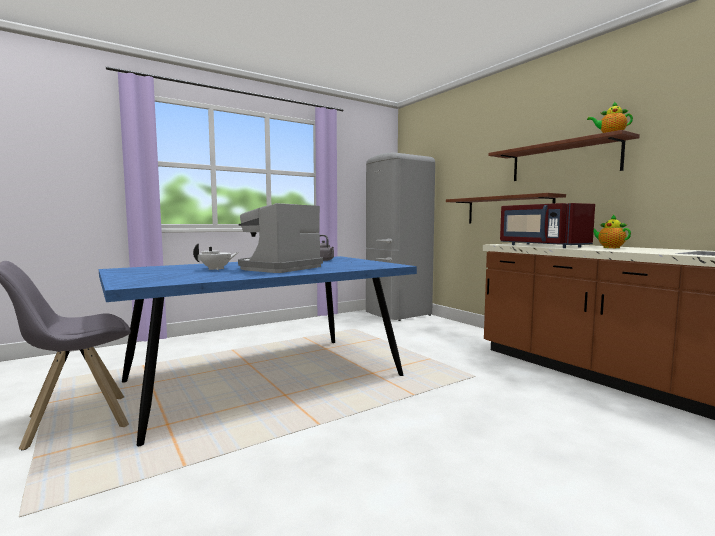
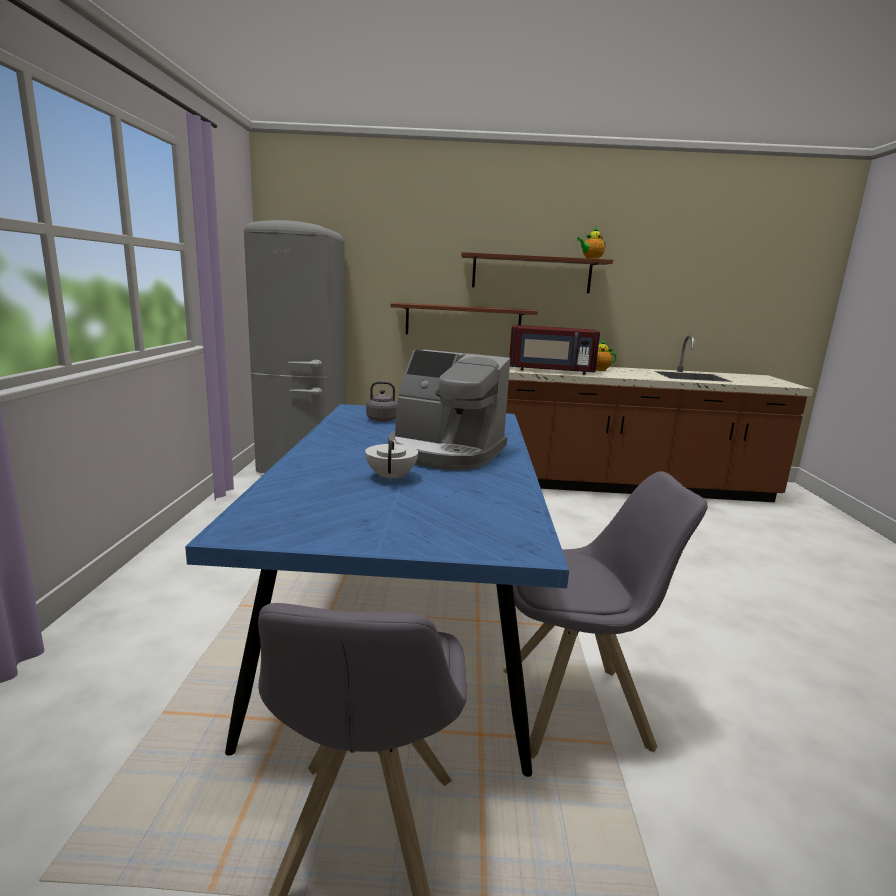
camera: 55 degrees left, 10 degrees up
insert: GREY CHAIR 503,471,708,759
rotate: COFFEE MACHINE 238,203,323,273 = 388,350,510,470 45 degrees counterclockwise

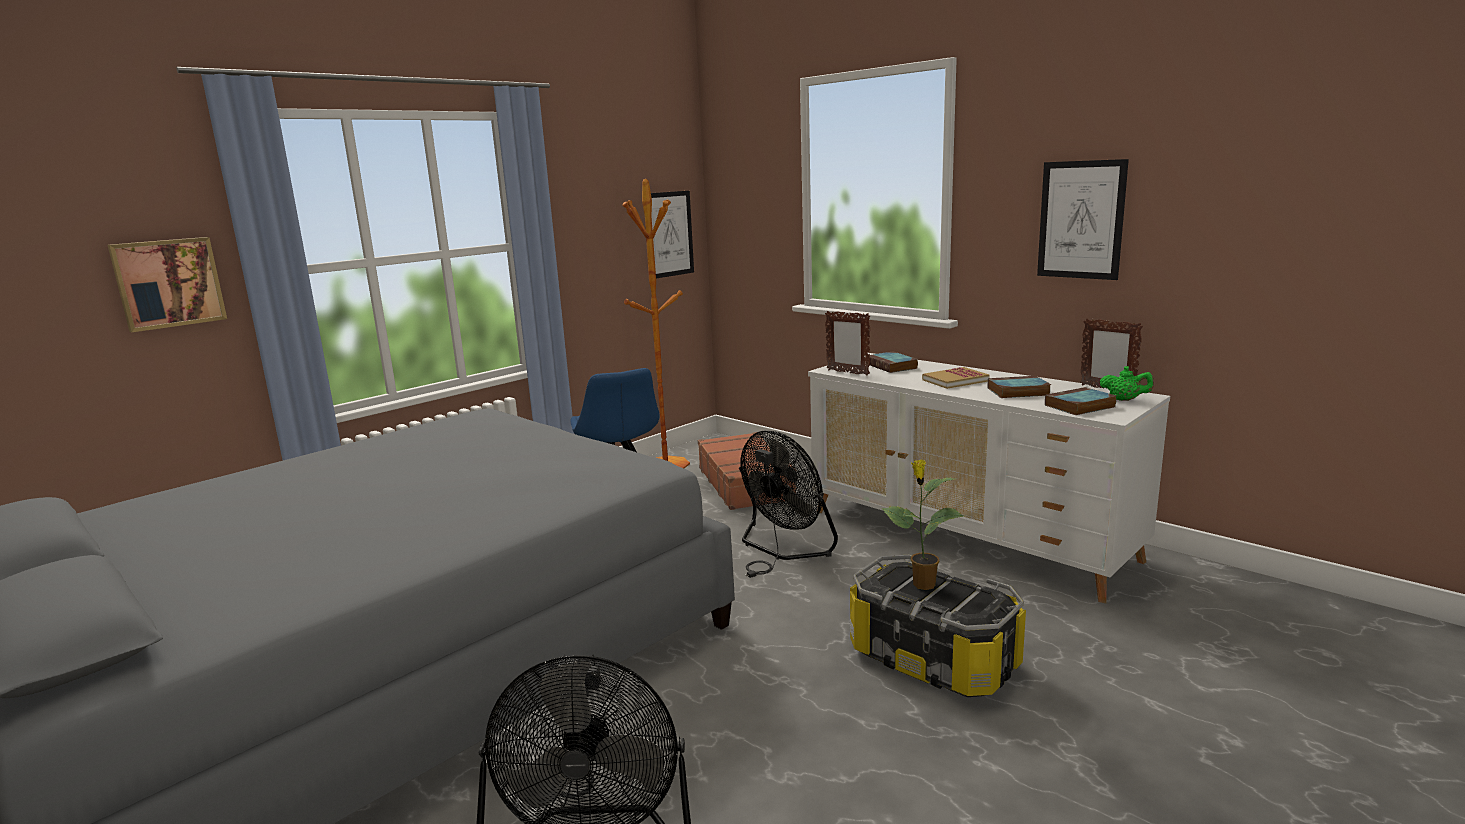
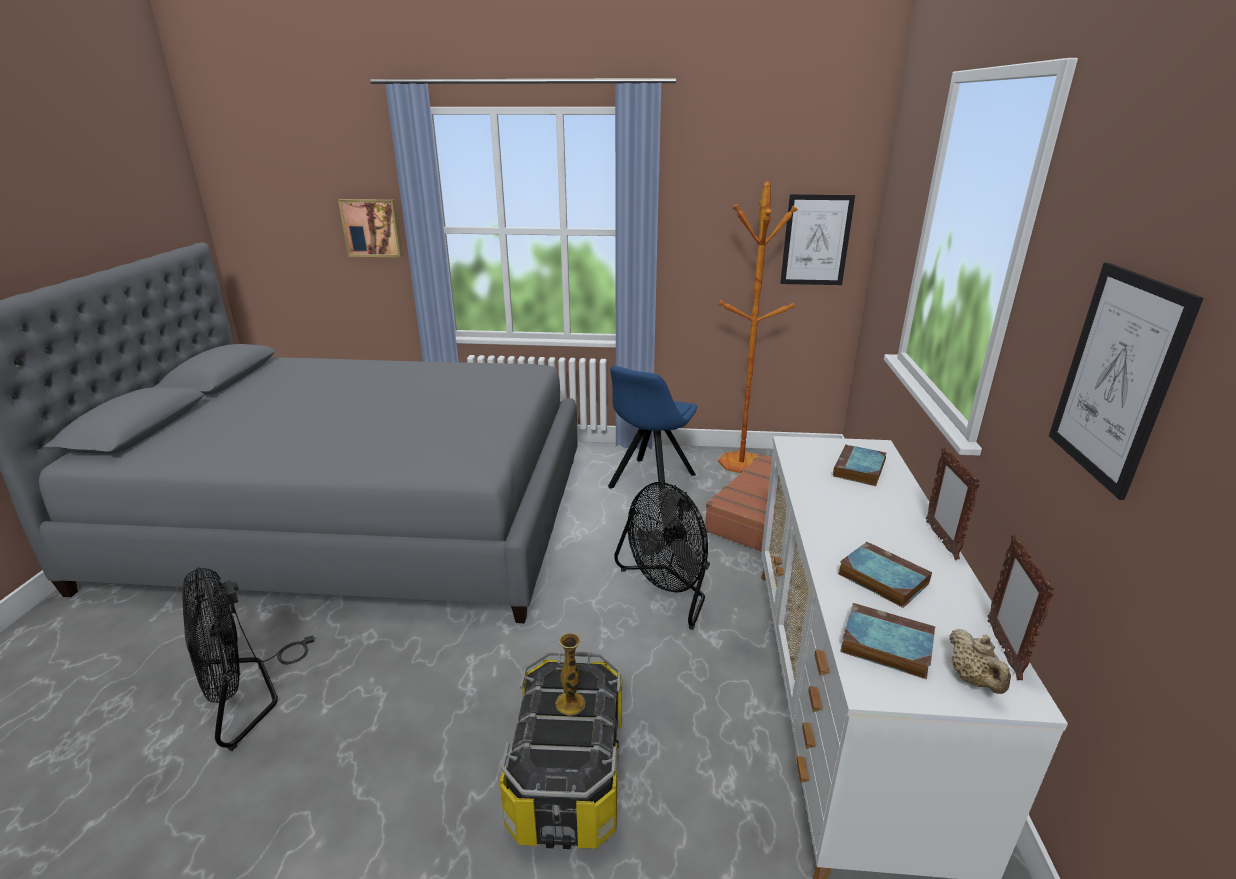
camera: 50 degrees right, 10 degrees up
delete: BOOK 922,367,990,389
move: PICTURE FRAME 825,311,870,376 to 926,447,980,560
replace: POTTED PLANT 882,460,964,590 to VASE 555,633,585,716
recolor: GREEN TEAPOT 1100,366,1154,401 to BEIGE TEAPOT 949,629,1011,694
rotate: BLACK FAN 739,431,838,578 = 614,482,710,630 135 degrees clockwise

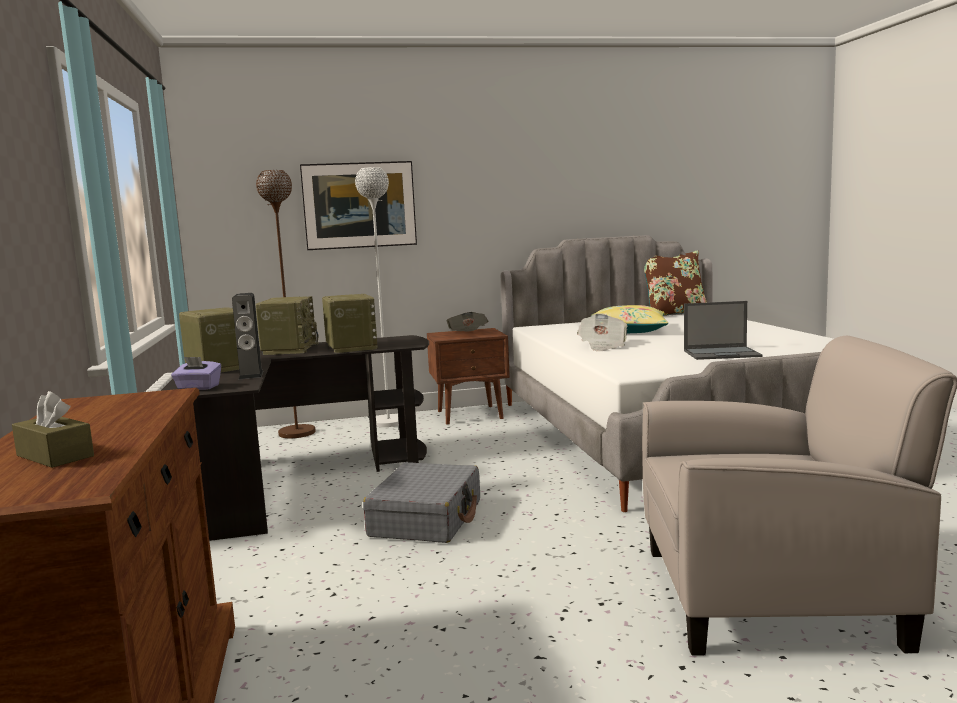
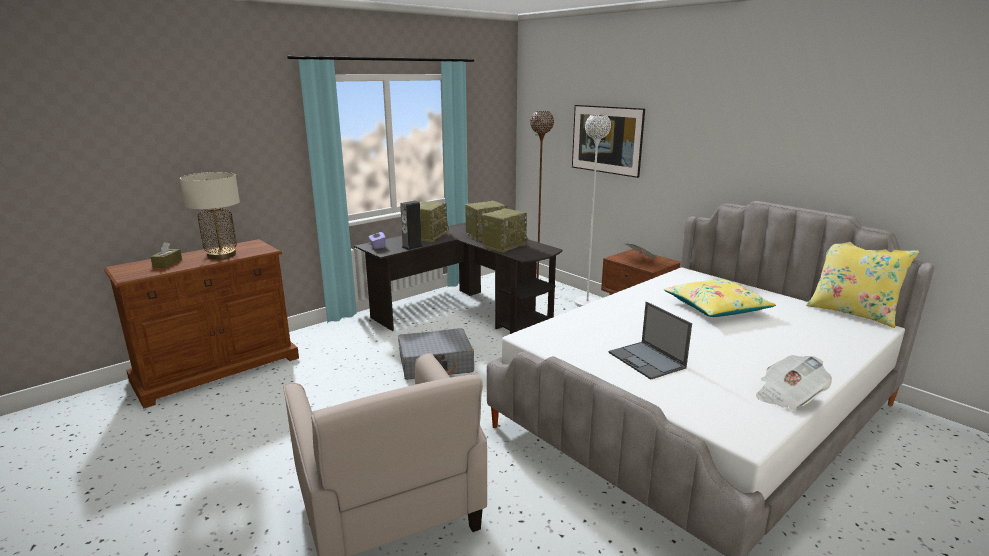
camera: 60 degrees right, 10 degrees up
insert: TABLE LAMP 180,172,240,259
move: NEWSPAPER 577,313,628,351 to 756,355,832,410
recolor: BROWN PILLOW 644,250,707,315 to YELLOW PILLOW 806,242,920,328

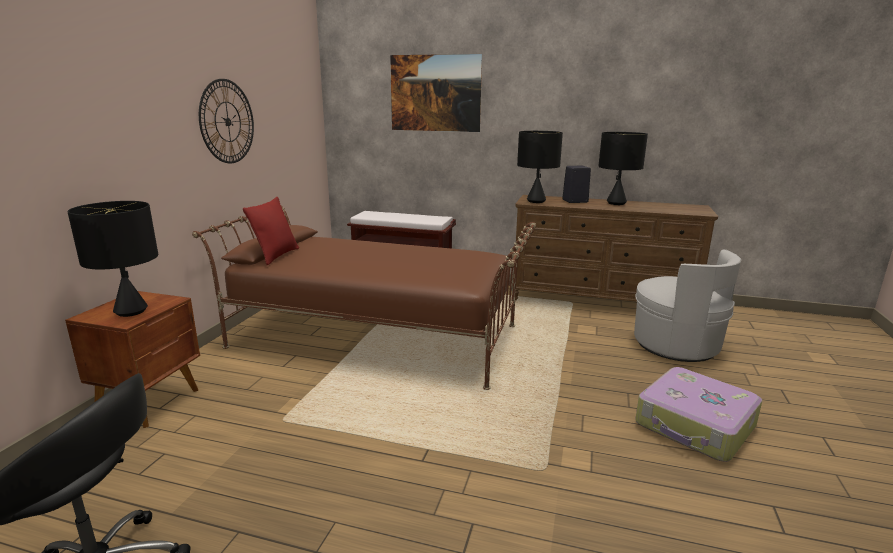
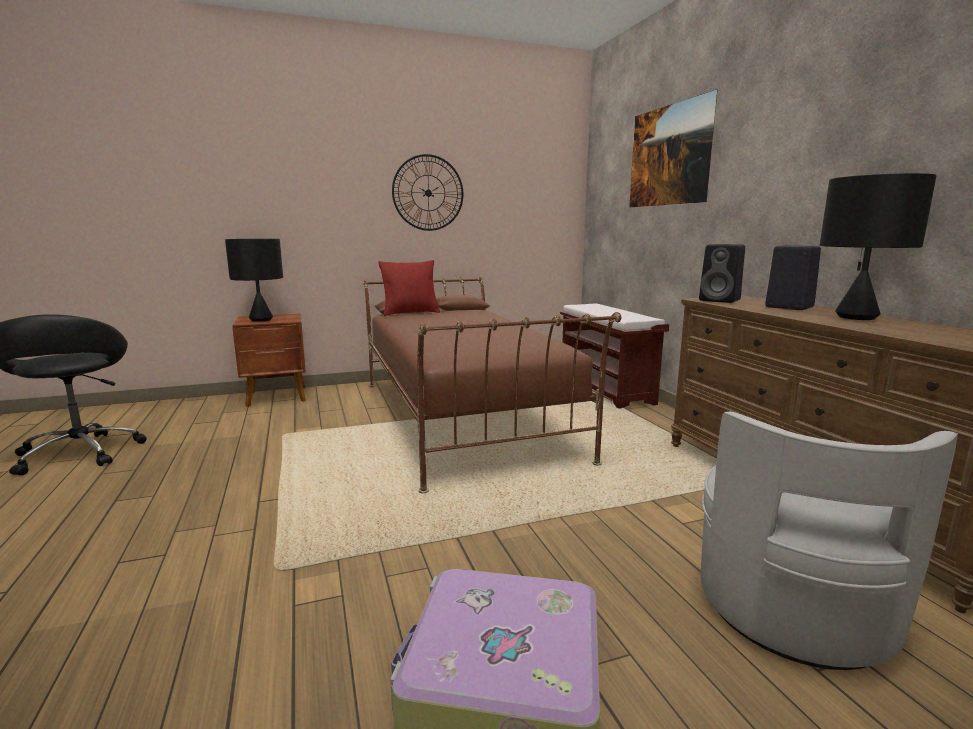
camera: 55 degrees right, 5 degrees down
replace: BLACK TABLE LAMP 517,131,563,203 to BLACK SPEAKER 699,244,745,303

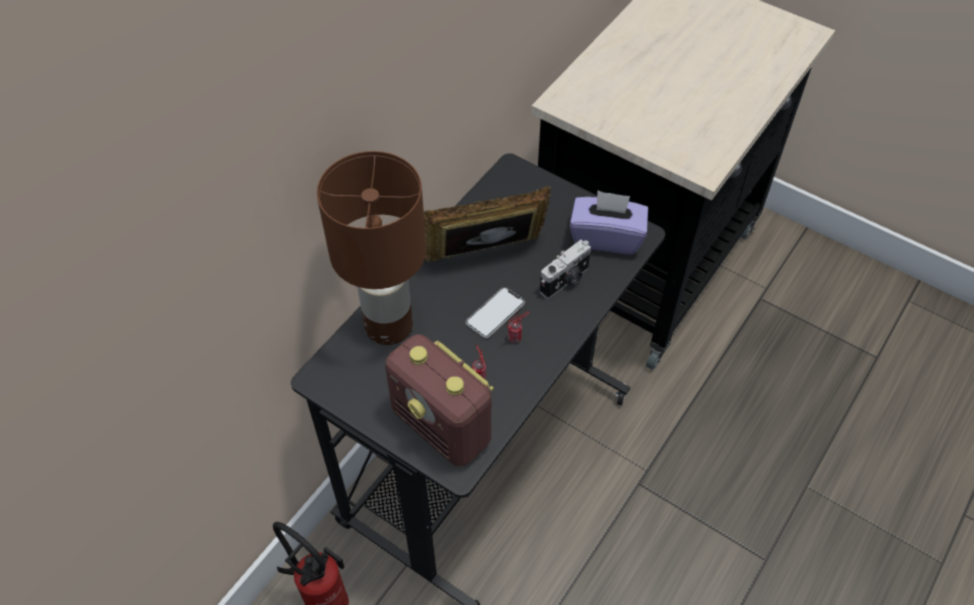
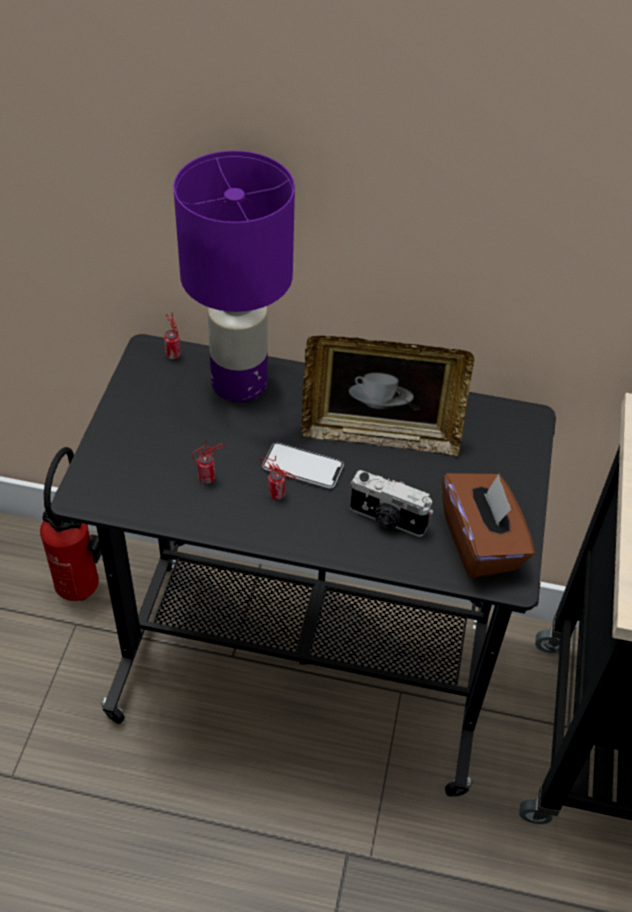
camera: 65 degrees right, 5 degrees down
delete: RADIO 385,335,494,467
insert: CAN 164,314,181,359
recolor: BROWN TABLE LAMP 317,151,426,345 to PURPLE TABLE LAMP 173,151,295,402; PURPLE TISSUE BOX 570,190,648,255 to BROWN TISSUE BOX 442,473,535,578
rotate: PICTURE FRAME 424,186,551,261 = 301,336,474,456 135 degrees clockwise

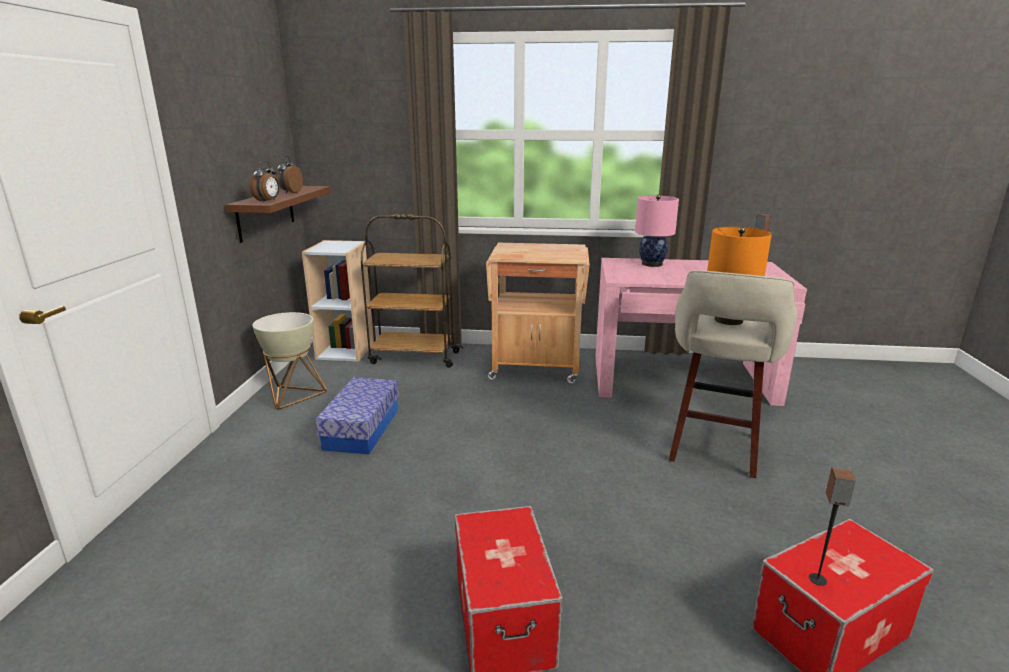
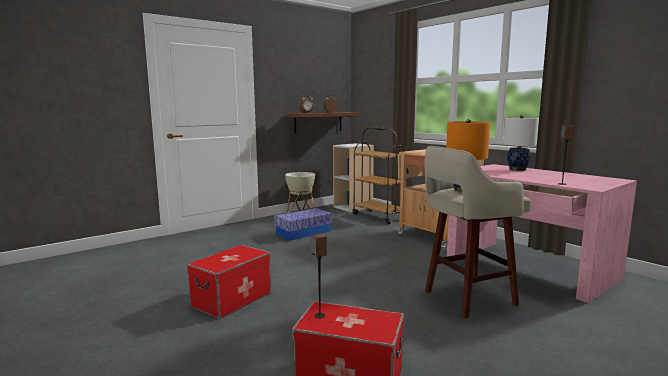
camera: 45 degrees right, 10 degrees down
recolor: PINK TABLE LAMP 635,195,679,267 to WHITE TABLE LAMP 503,115,539,171

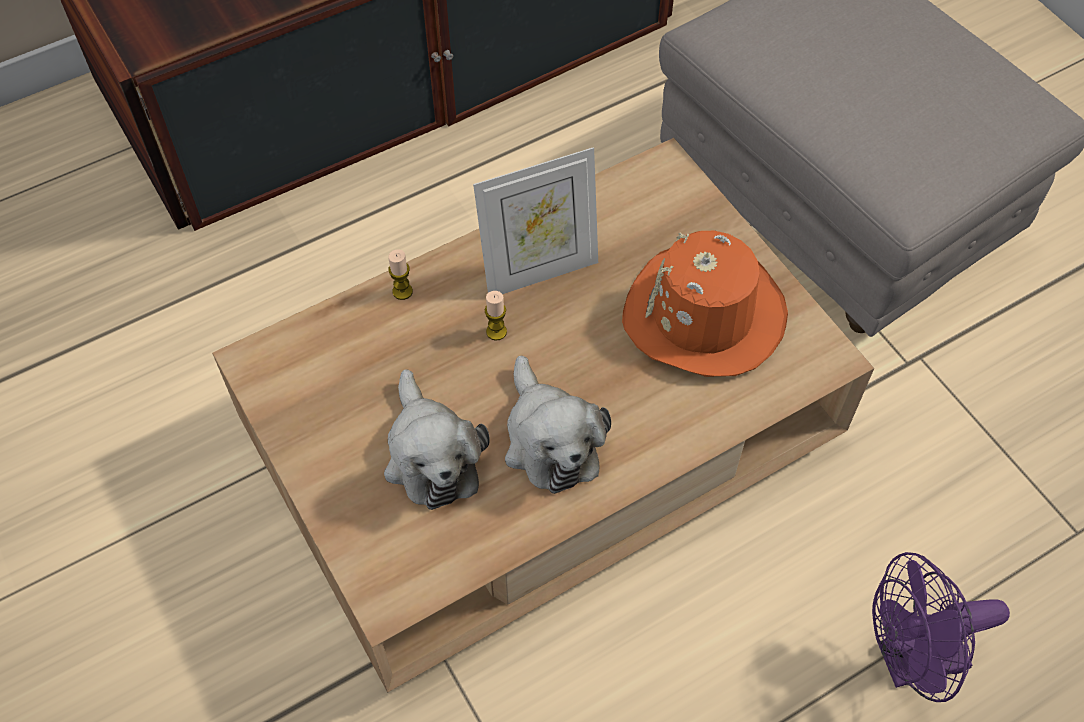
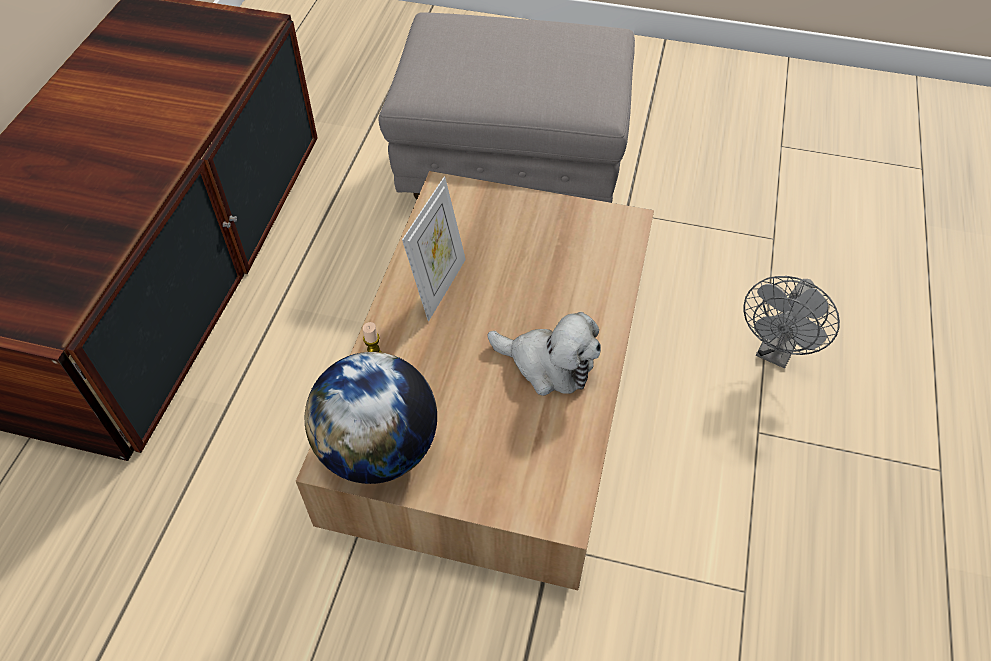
camera: 45 degrees left, 5 degrees down
delete: PLUSH TOY 384,369,490,510; CANDLE 485,291,507,341; ORANGE HAT 622,231,788,377
insert: GLOBE 305,352,437,484
recolor: PURPLE FAN 872,552,1010,702 to GREY FAN 744,276,840,368

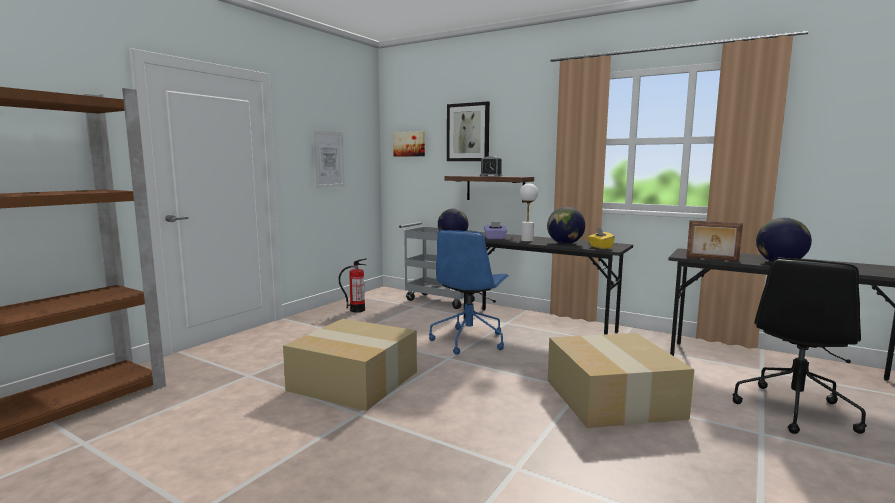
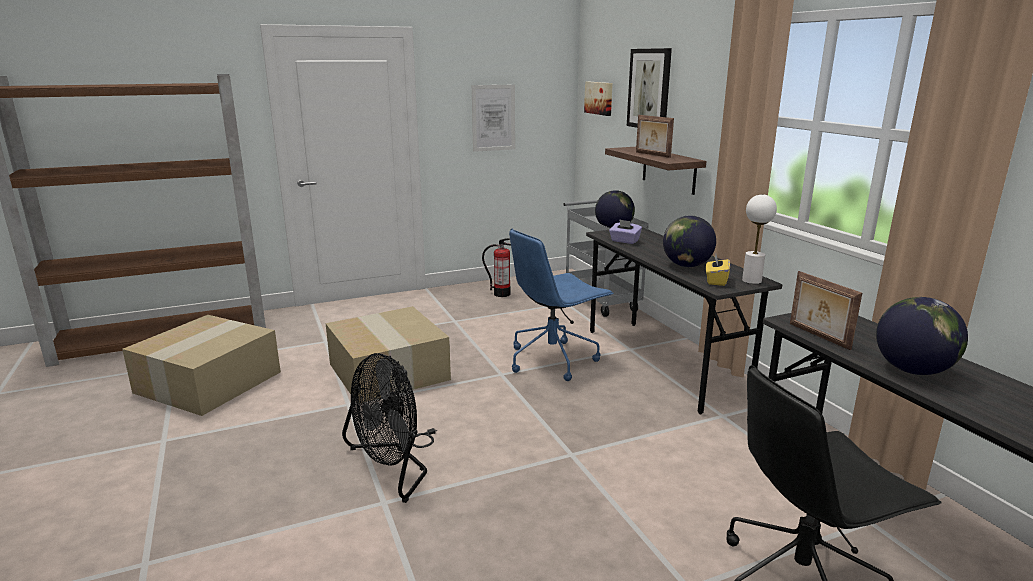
camera: 35 degrees right, 10 degrees up
insert: BLACK FAN 342,353,437,503
move: WHITE TABLE LAMP 519,183,538,242 to 742,194,777,284; CARDBOARD BOX 548,333,694,428 to 122,315,281,416
replace: ALARM CLOCK 480,156,502,177 to PICTURE FRAME 636,115,674,158

